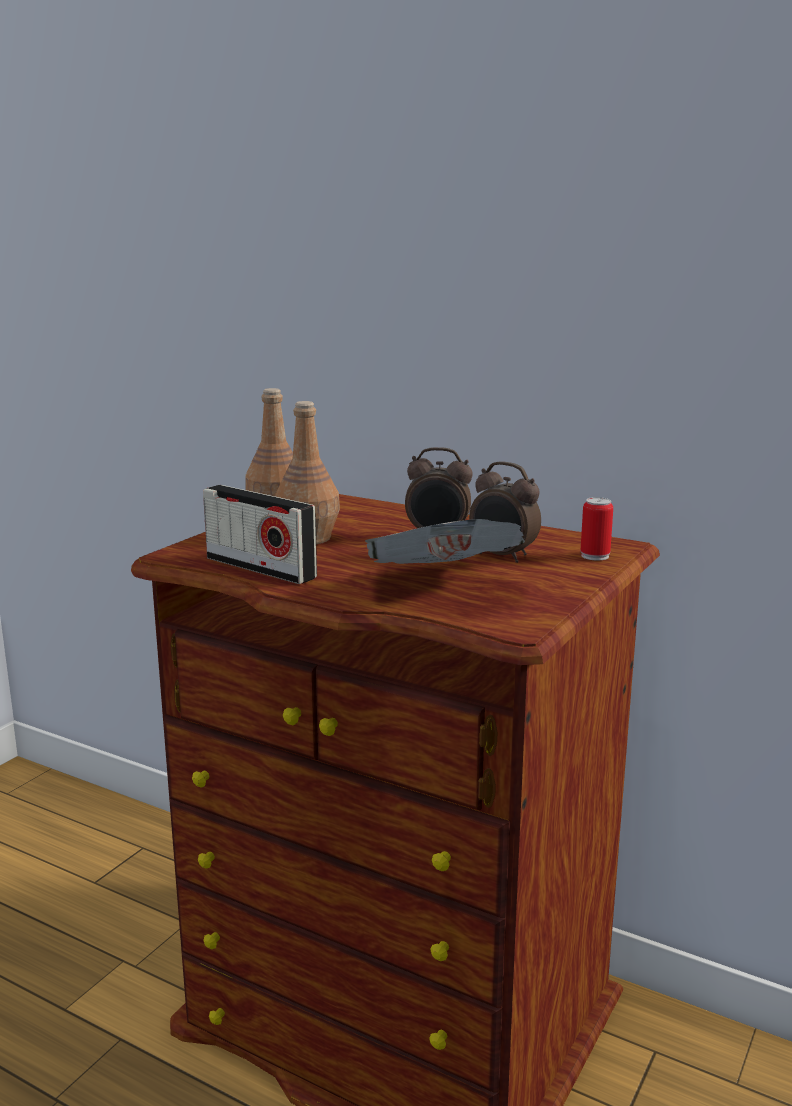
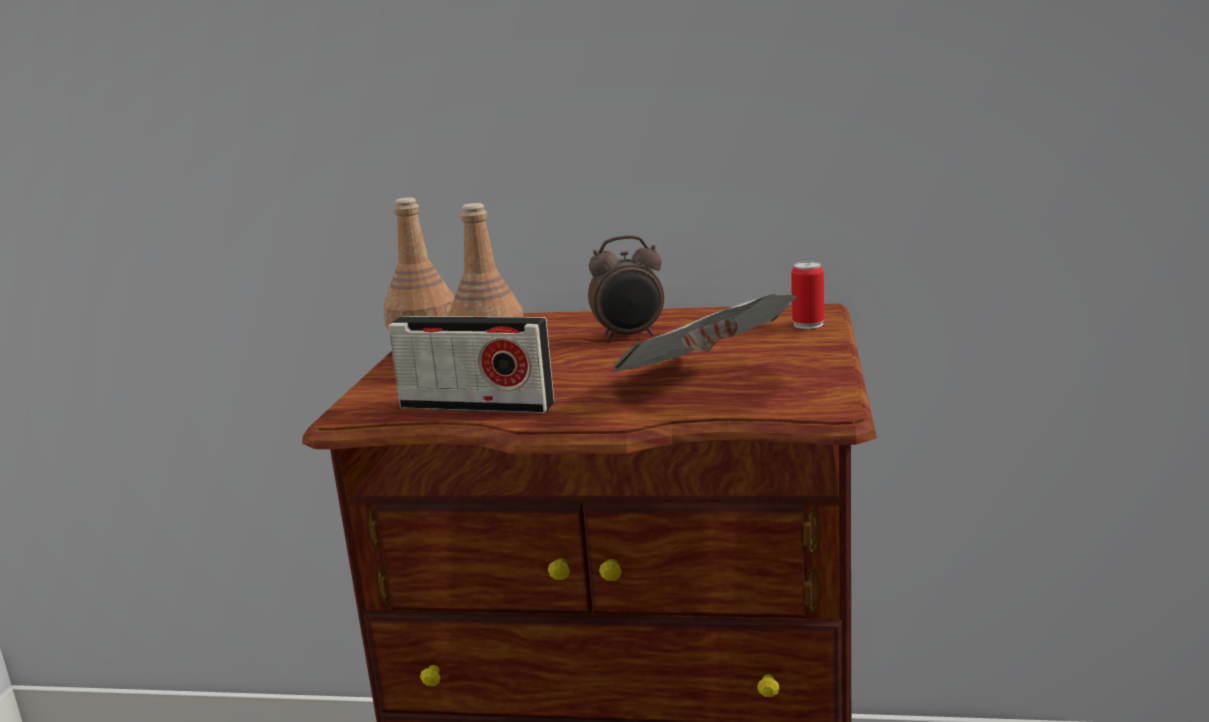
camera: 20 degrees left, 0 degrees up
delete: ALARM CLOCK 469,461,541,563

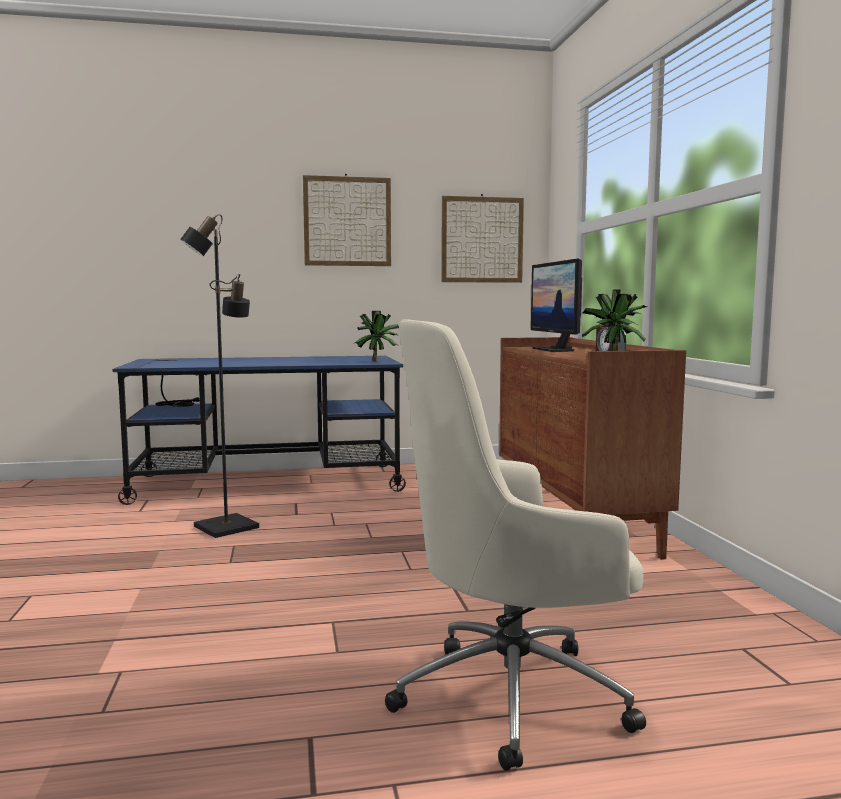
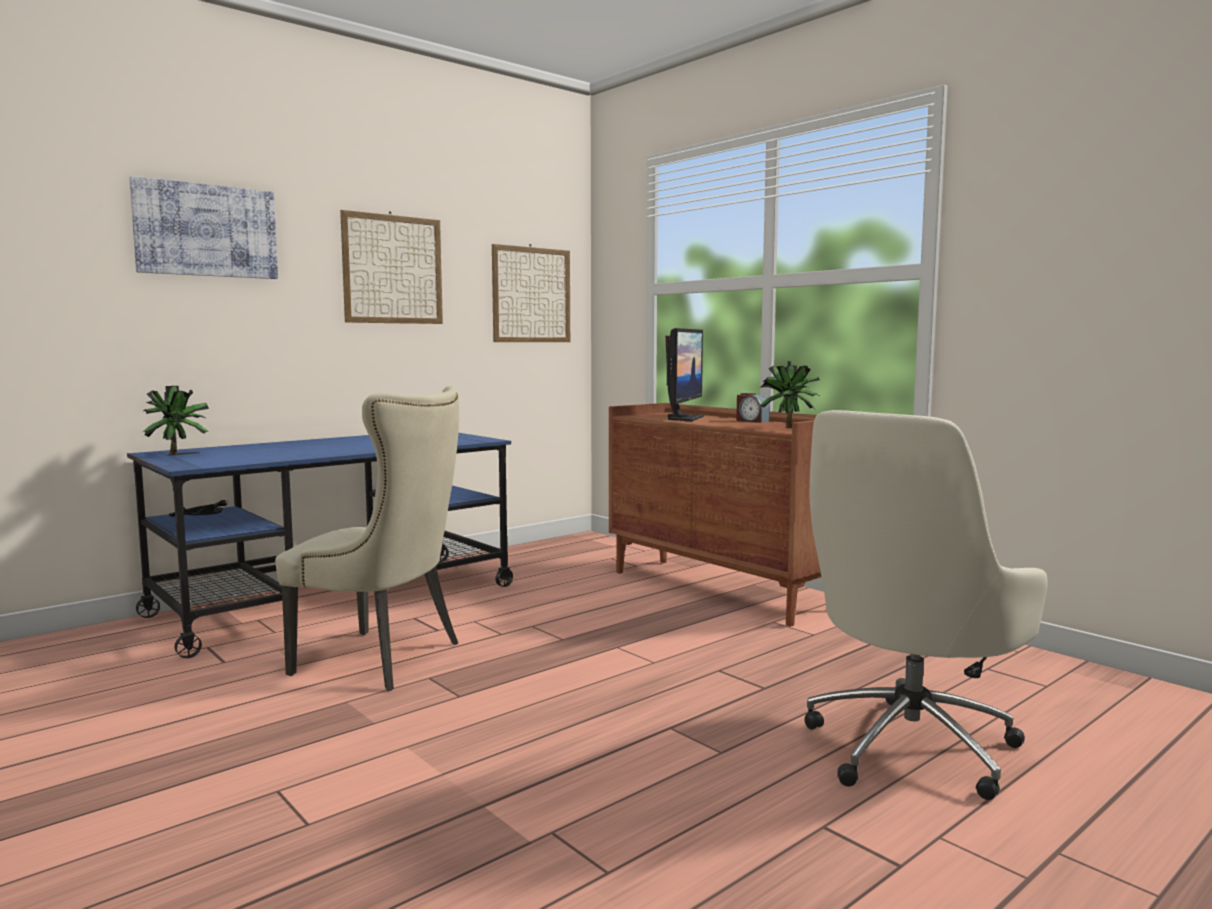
camera: 30 degrees left, 0 degrees up
insert: PICTURE 129,176,278,279
move: POTTED PLANT 355,311,399,362 to 143,386,209,455
replace: BLACK FLOOR LAMP 180,214,259,538 to BEIGE CHAIR 275,386,459,691
rotate: MONITOR 531,259,582,352 = 665,328,704,421 120 degrees counterclockwise

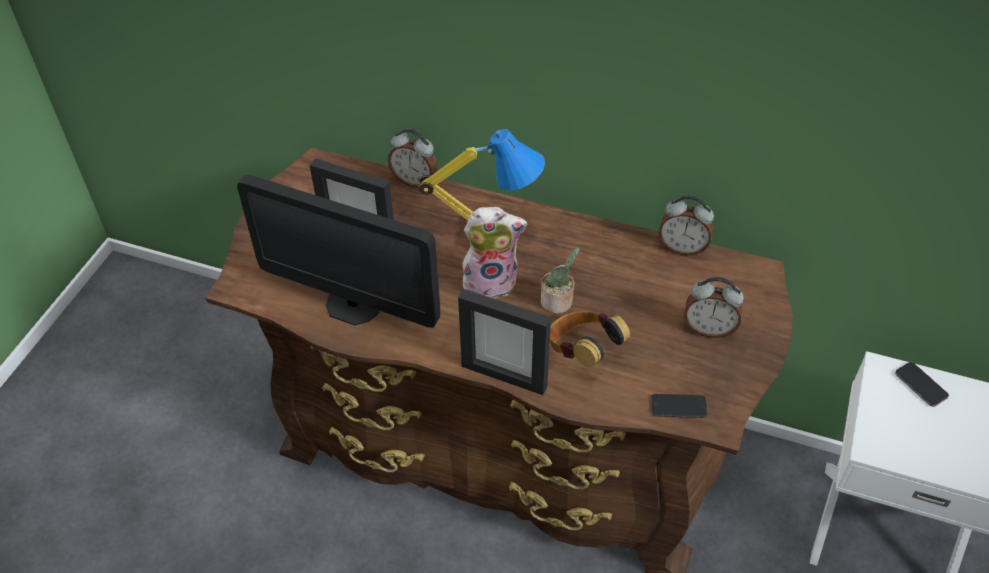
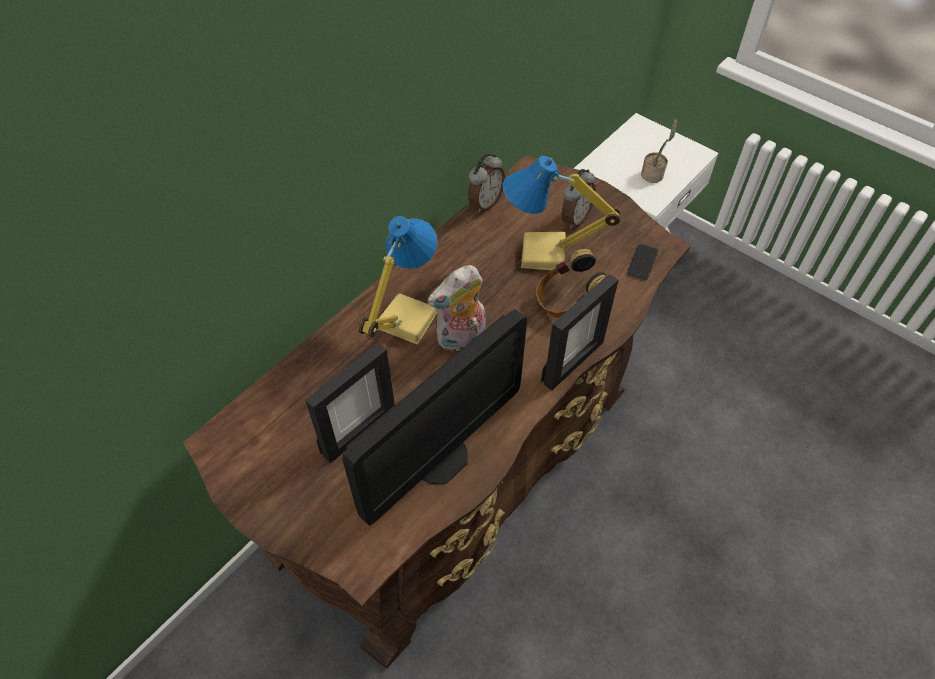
camera: 70 degrees left, 5 degrees up
delete: ALARM CLOCK 388,129,438,188; PHONE 895,362,949,407
insert: TABLE LAMP 503,156,620,270
move: POTTED PLANT 541,247,579,313 to 641,119,677,183
rotate: PLUSH TOY 462,207,527,299 = 427,265,486,351 135 degrees counterclockwise

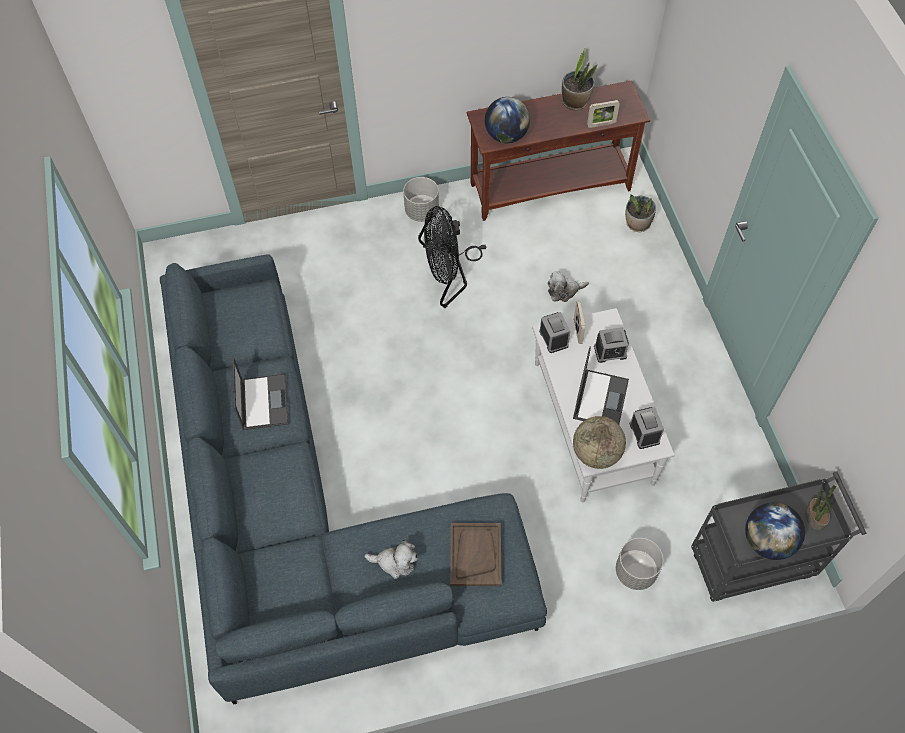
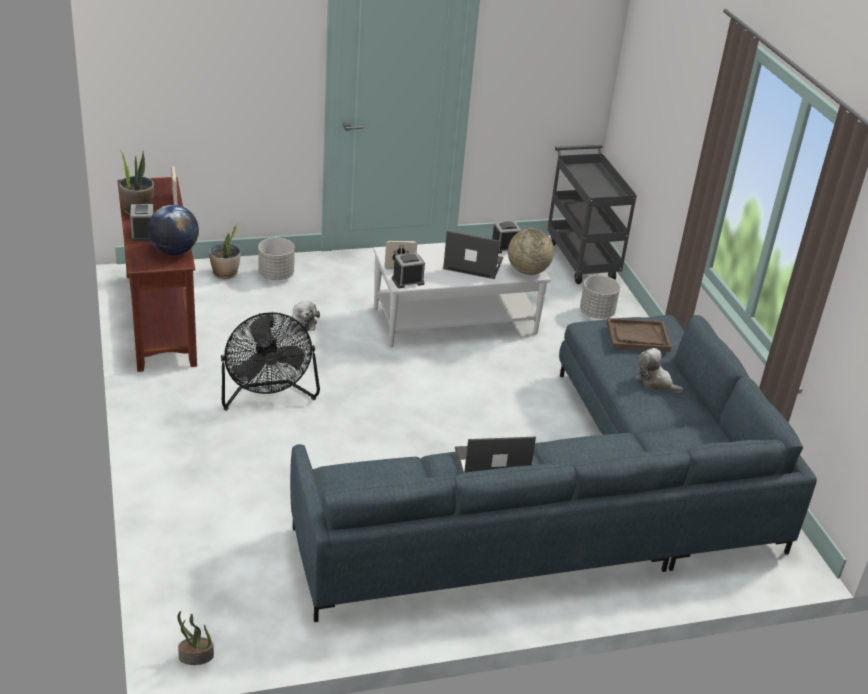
camera: 95 degrees left, 25 degrees down
delete: GLOBE 745,502,805,560
move: GREY PLANTER 403,177,439,222 to 258,238,295,280; ALARM CLOCK 594,327,629,363 to 130,204,154,241; POTTED PLANT 805,485,836,531 to 177,611,214,665
rotate: PLUSH TOY 364,540,418,579 = 635,348,683,393 60 degrees counterclockwise

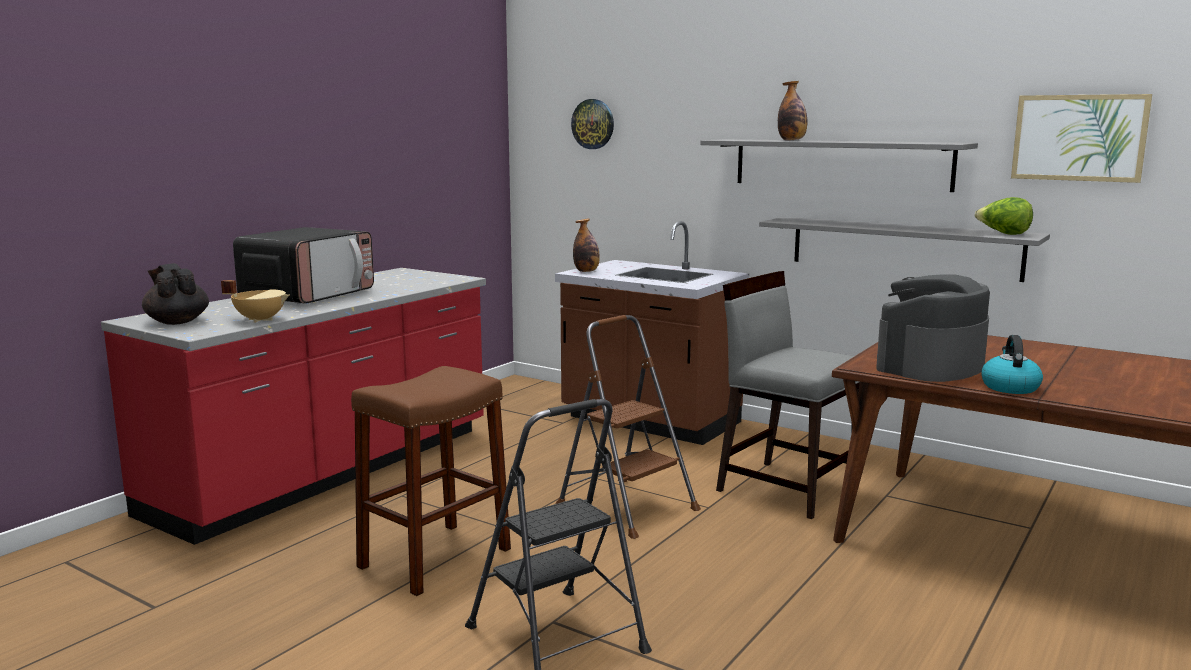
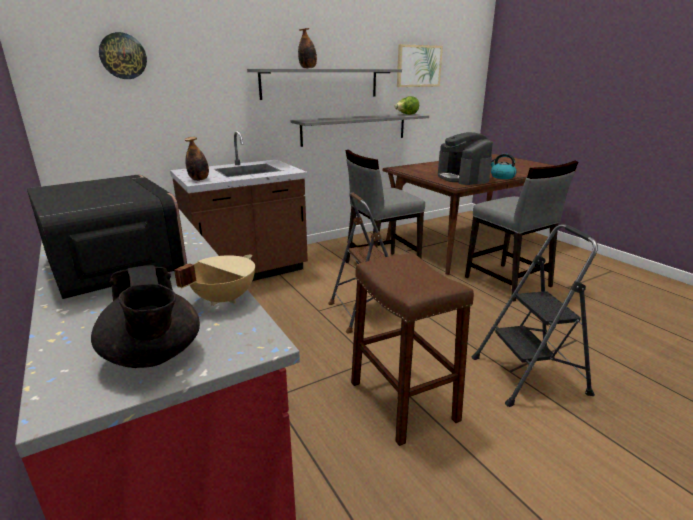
camera: 65 degrees left, 10 degrees up
insert: GREY CHAIR 465,161,578,301
rotate: BLACK TEAPOT 142,263,209,325 = 91,265,200,368 105 degrees counterclockwise

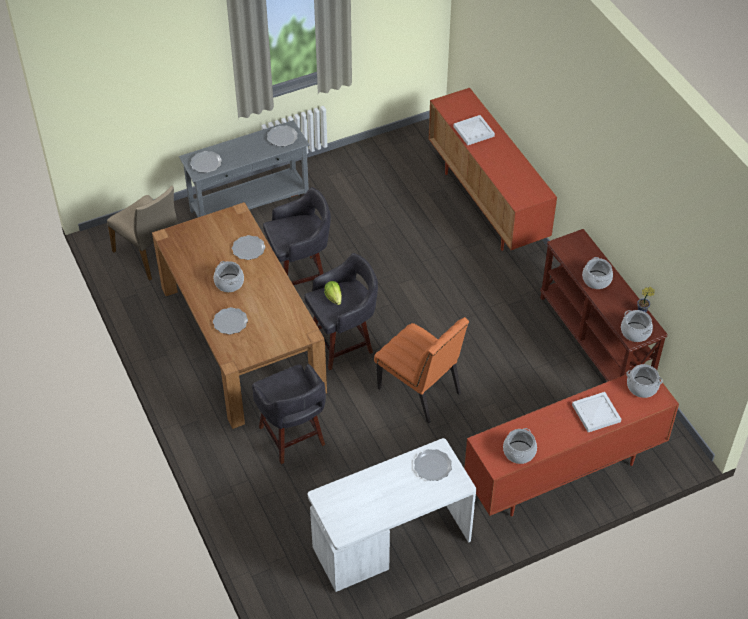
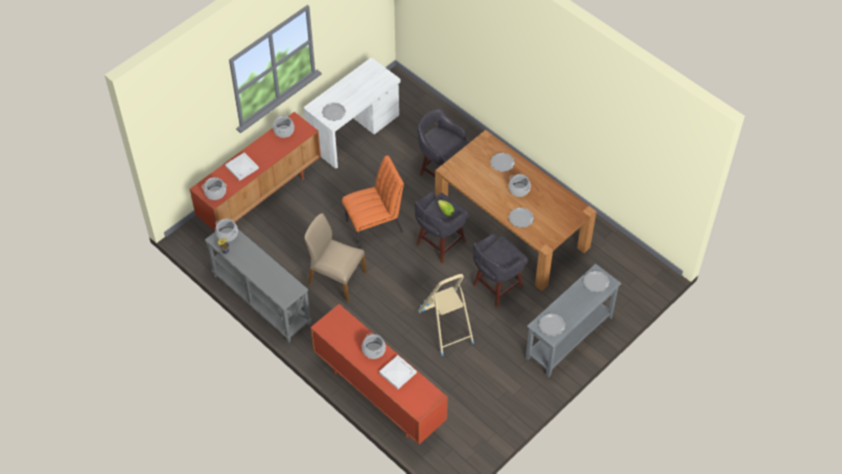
camera: 160 degrees right, 5 degrees up
insert: BEIGE STEP LADDER 418,274,474,356
move: BEIGE CHAIR 107,186,178,280 to 304,213,367,302; COOKING POT 582,257,613,289 to 362,333,386,359
recolor: BROWN CONSOLE TABLE 540,229,668,382 to GREY CONSOLE TABLE 205,229,312,343
rotate: ORANGE CHAIR 374,317,469,423 = 342,156,404,248 135 degrees clockwise

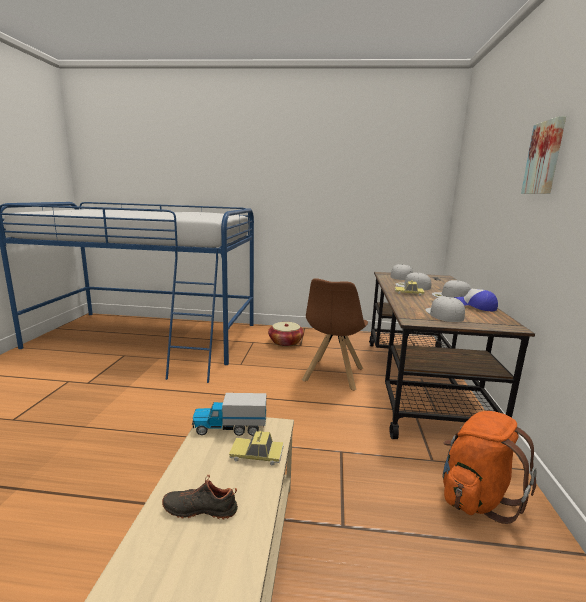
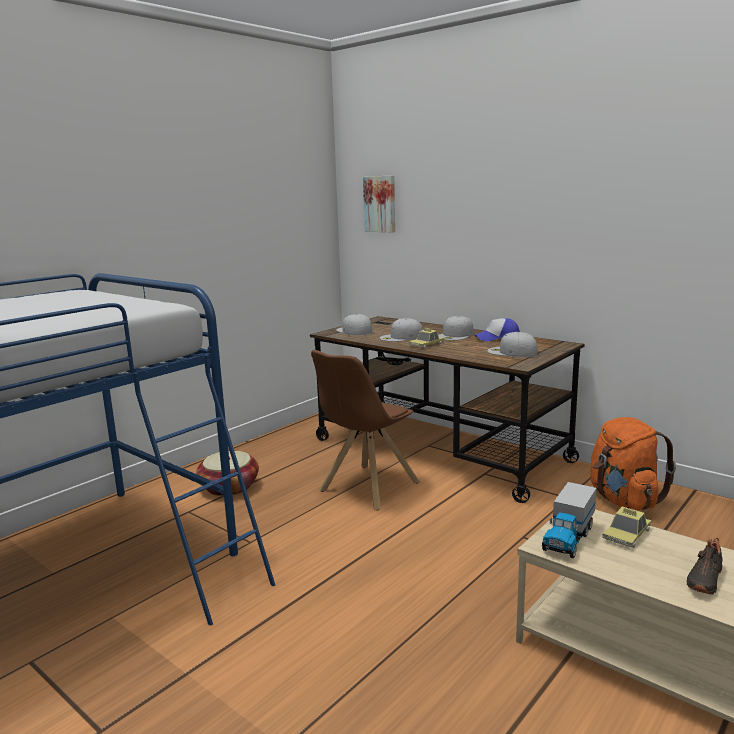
camera: 55 degrees left, 0 degrees up
move: PICTURE 521,116,566,194 to 363,175,395,232
rotate: BROWN CHAIR 302,278,368,391 = 311,350,420,510 75 degrees clockwise

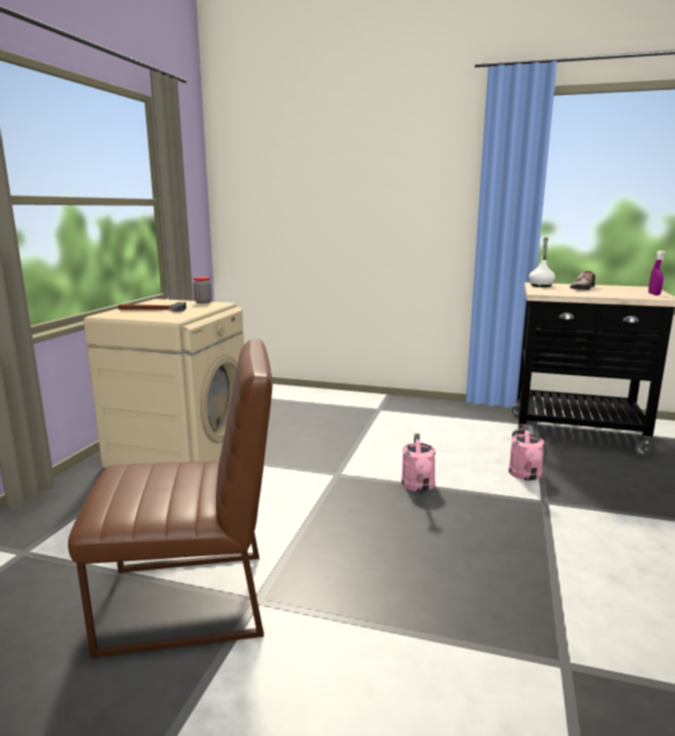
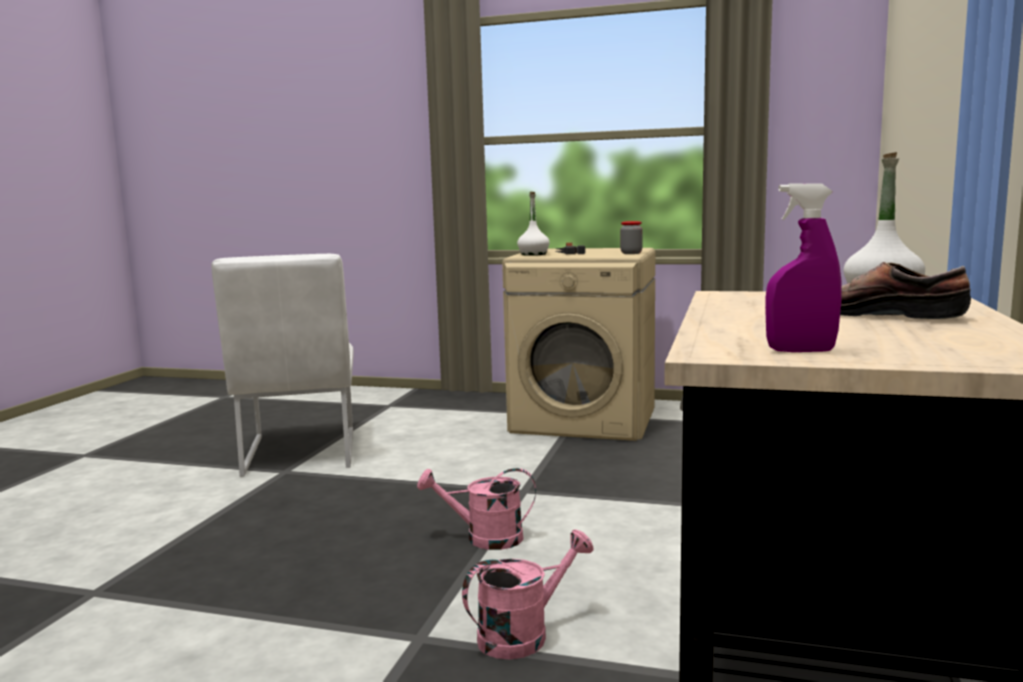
camera: 90 degrees right, 5 degrees down
insert: WHITE BOTTLE 517,192,550,256
recolor: BROWN CHAIR 68,339,272,658 to WHITE CHAIR 211,254,354,477
rotate: PINK WATERING CAN 509,425,545,481 = 462,529,594,659 135 degrees clockwise

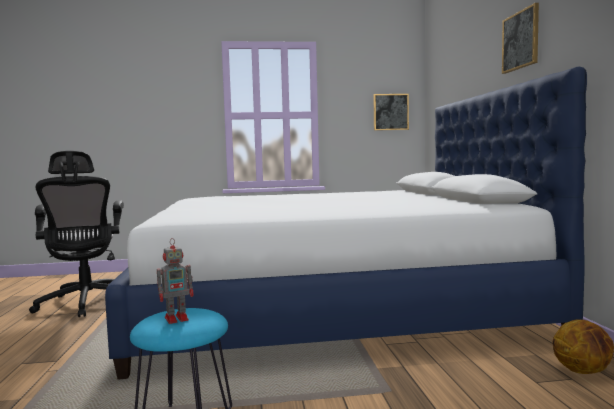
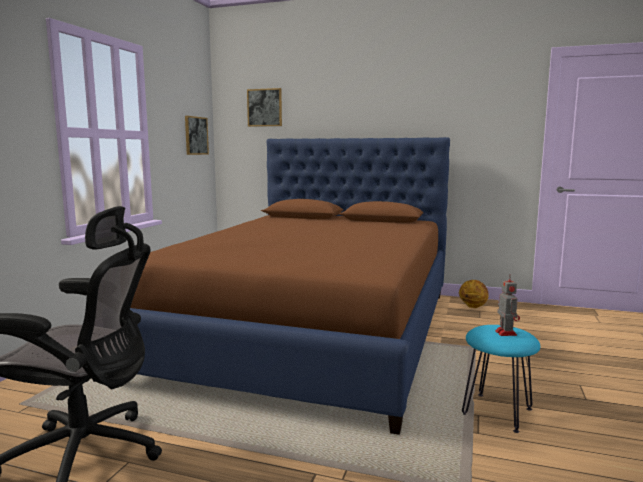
camera: 65 degrees left, 5 degrees up
move: PICTURE 502,3,539,74 to 247,88,282,127
recolor: WHITE BED 105,67,587,380 to BROWN BED 130,137,450,435

